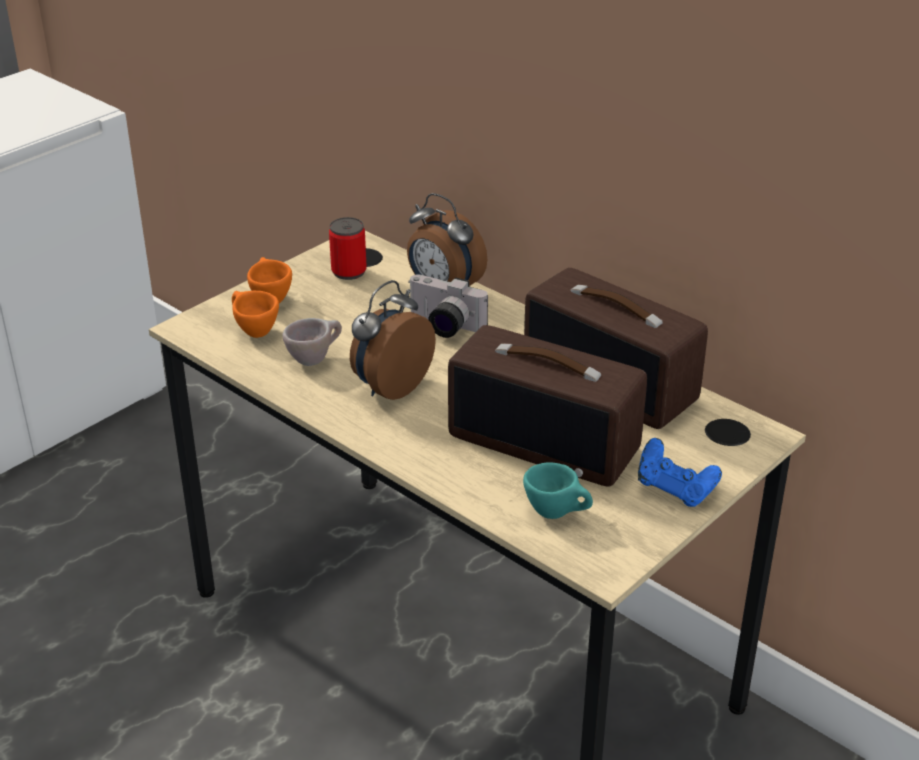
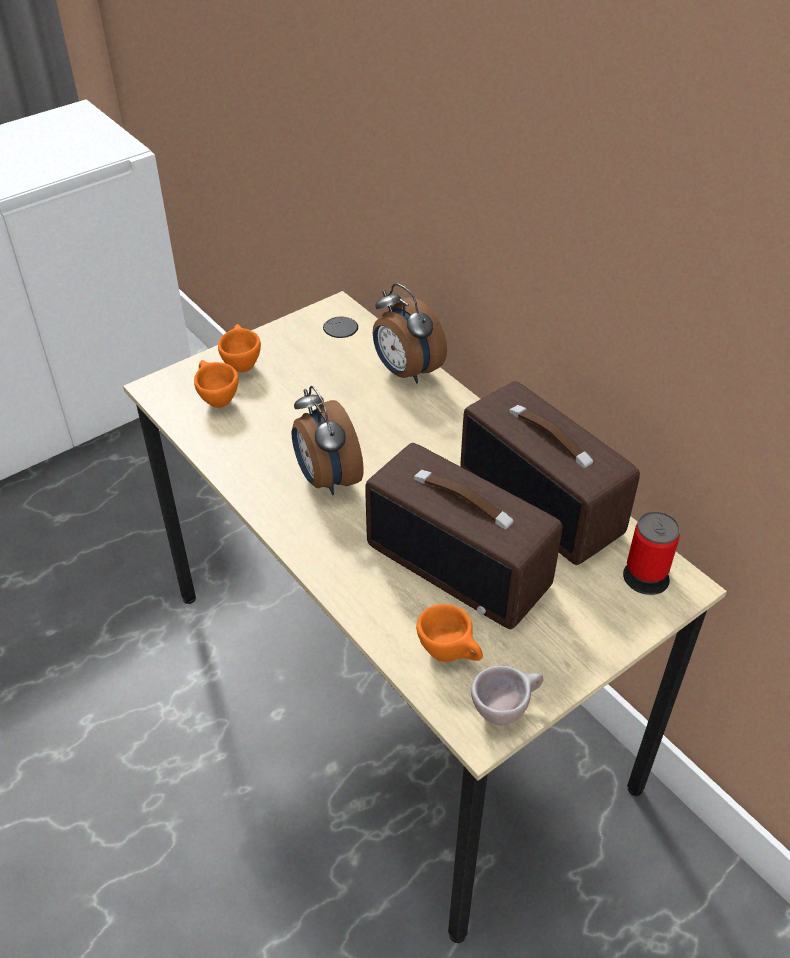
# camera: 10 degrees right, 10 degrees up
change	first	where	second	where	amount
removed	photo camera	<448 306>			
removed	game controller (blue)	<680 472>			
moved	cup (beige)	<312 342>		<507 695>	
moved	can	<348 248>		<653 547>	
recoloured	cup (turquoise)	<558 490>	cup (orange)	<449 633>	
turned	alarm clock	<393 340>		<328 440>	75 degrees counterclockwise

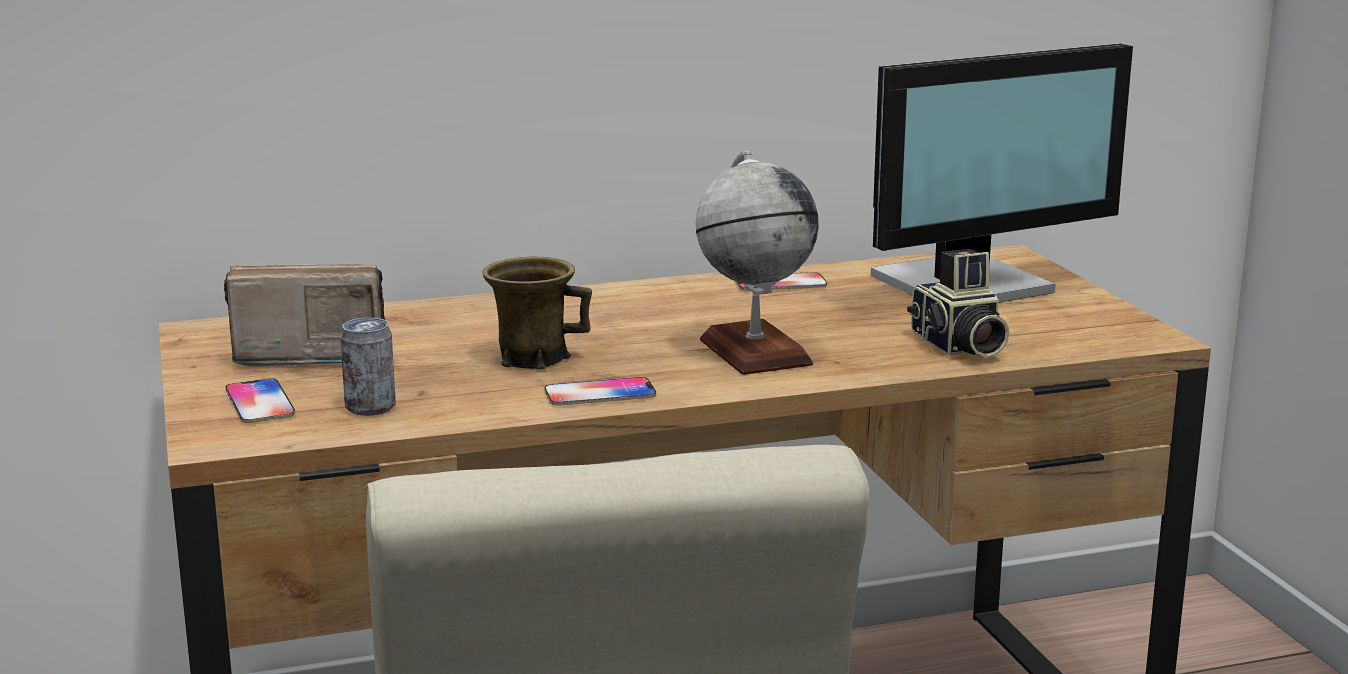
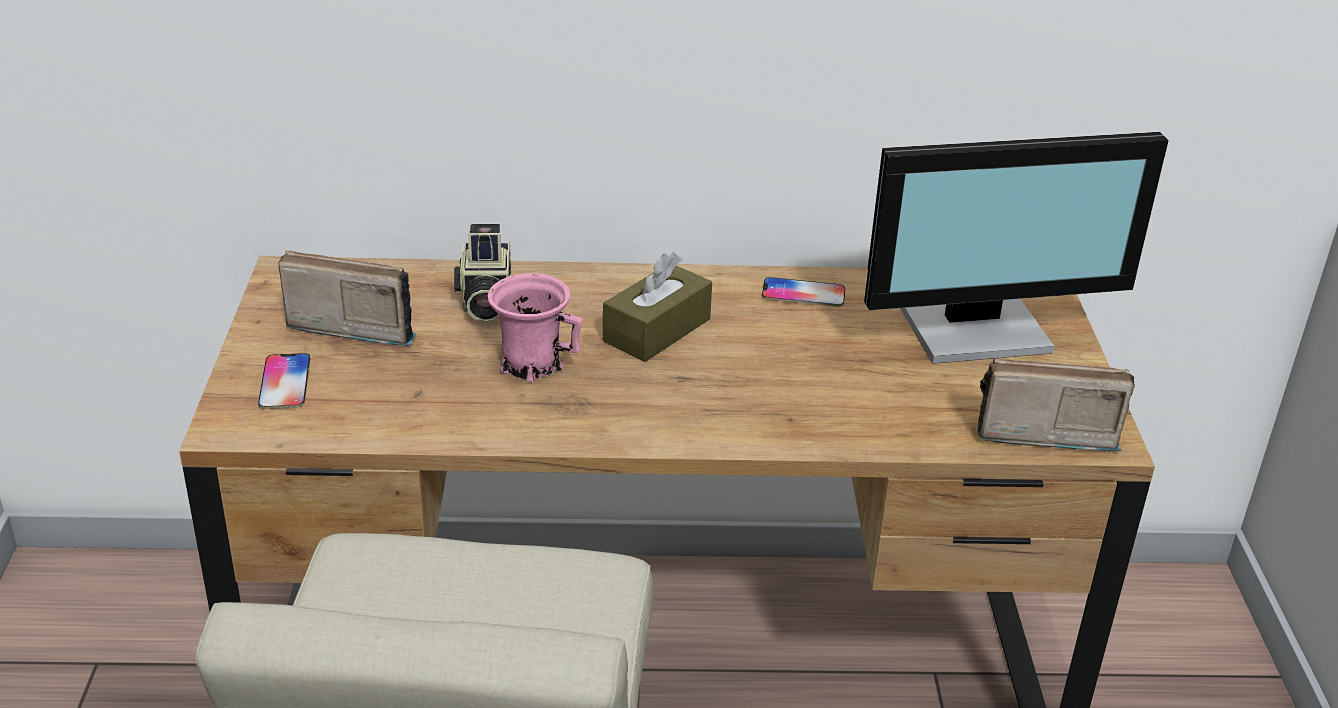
# camera: 15 degrees right, 15 degrees up
change	first	where	second	where	amount
removed	can	<368 367>			
removed	phone	<600 391>			
removed	globe	<757 263>			
added			tissue box (brown)	<657 307>	
added			radio	<1055 404>	
moved	photo camera	<958 303>		<483 273>	
recoloured	mug (brown)	<537 313>	mug (pink)	<535 327>	

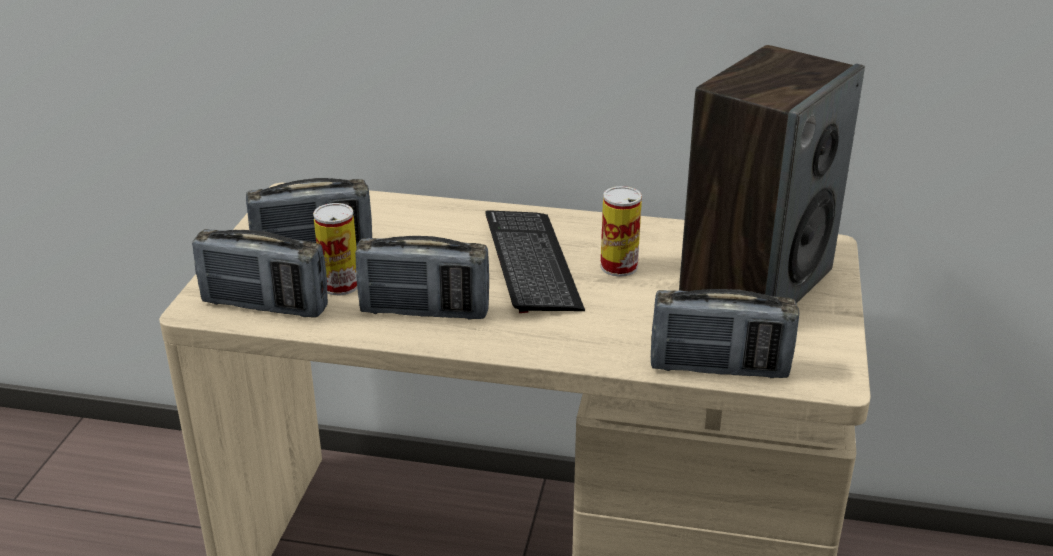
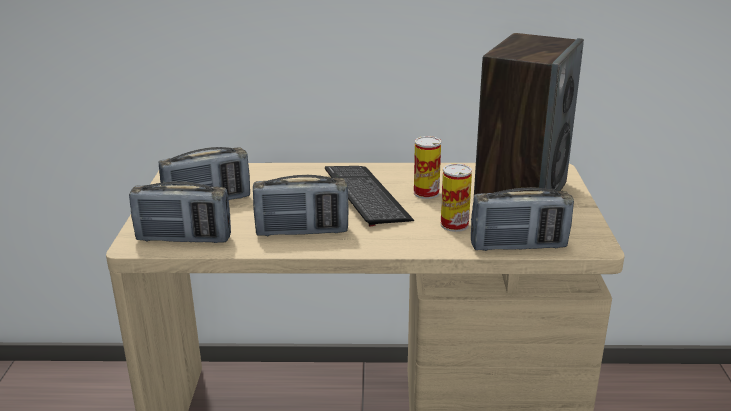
# camera: 10 degrees left, 5 degrees down
change	first	where	second	where	amount
moved	can	<335 249>		<456 198>	

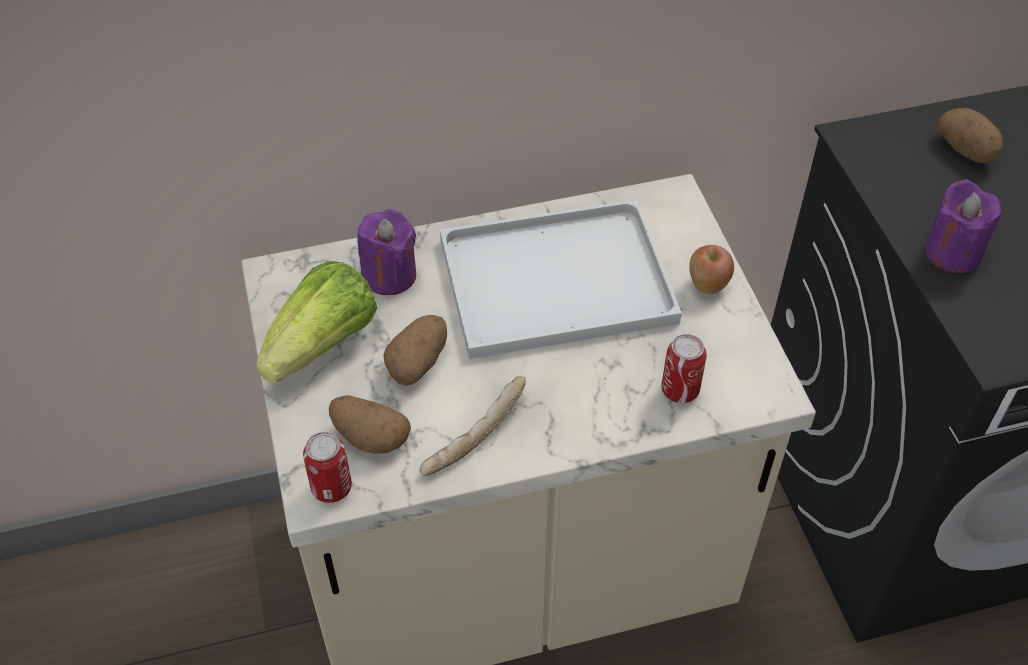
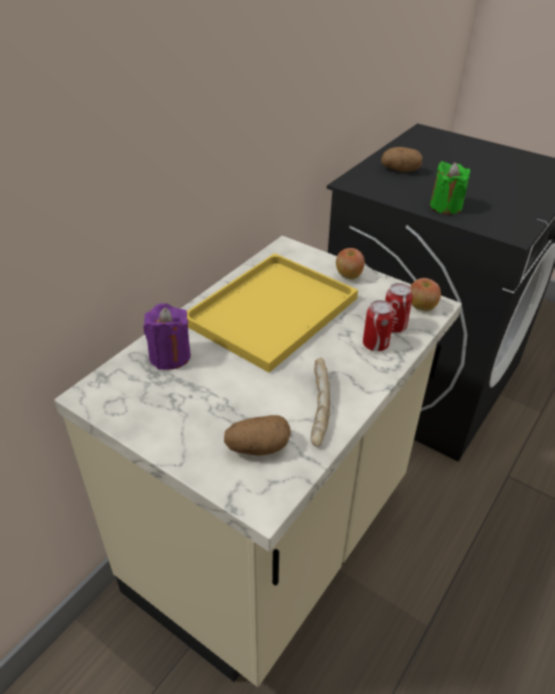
# camera: 40 degrees left, 10 degrees down
change	first	where	second	where	amount
removed	lettuce	<317 322>			
removed	potato	<415 350>			
added			apple	<425 294>	
moved	can	<327 467>		<378 325>	
recoloured	tray (white)	<561 279>	tray (yellow)	<272 313>	
recoloured	candle (purple)	<963 226>	candle (green)	<450 188>	

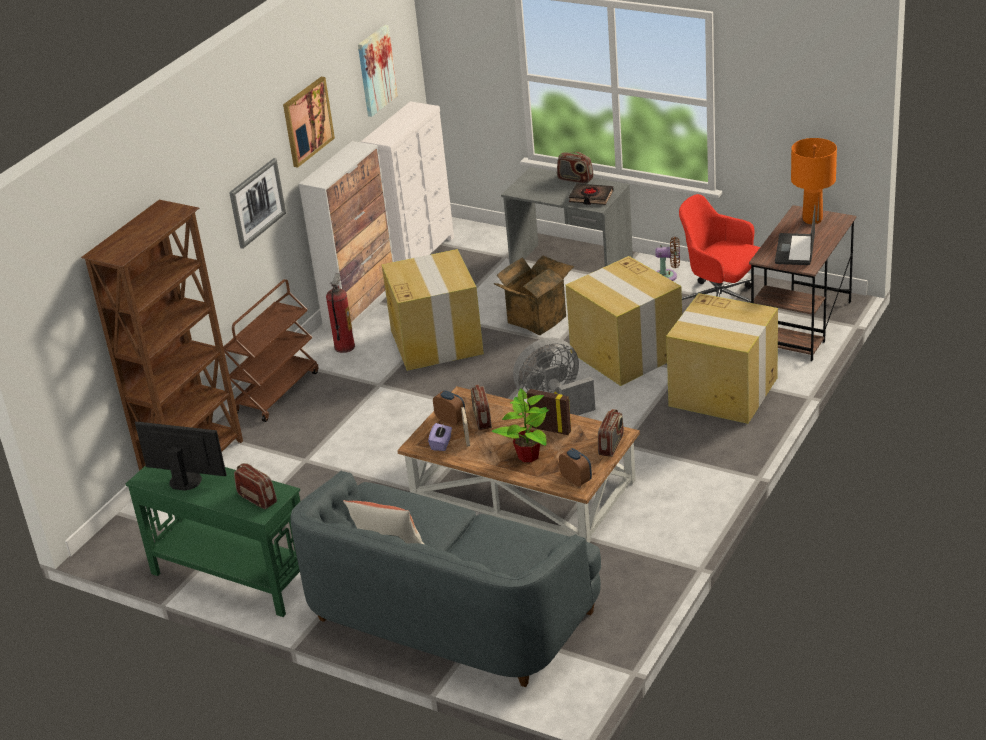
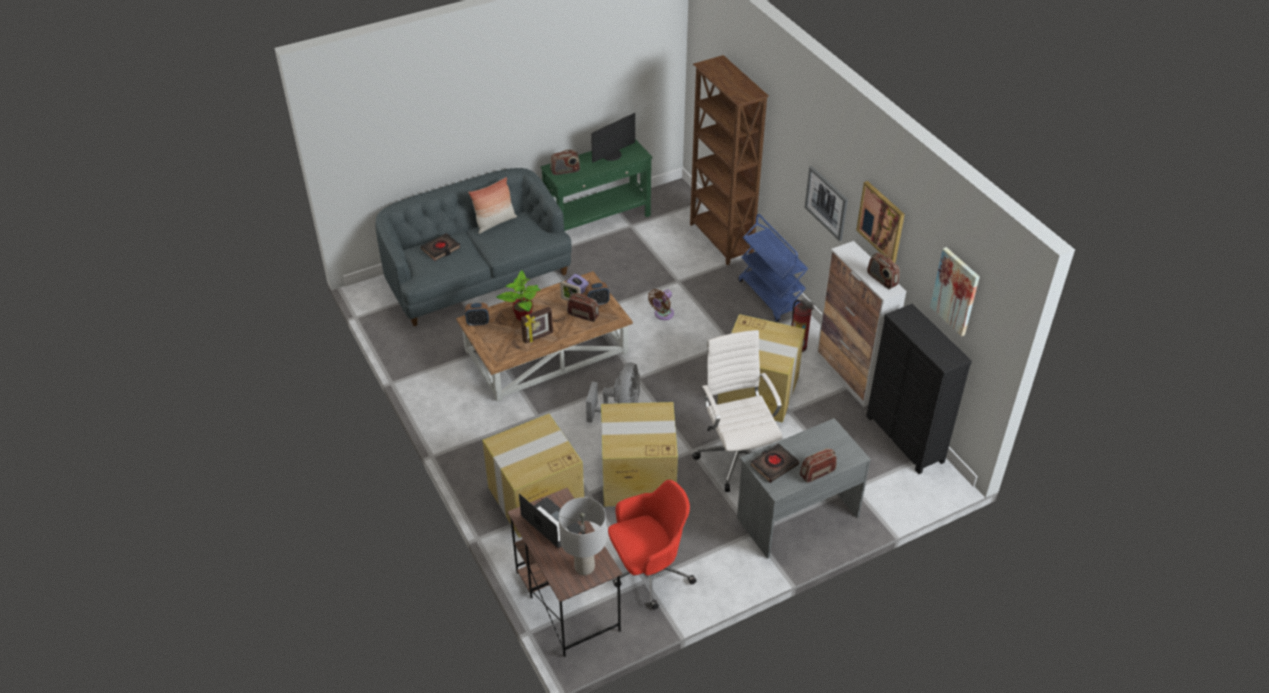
# camera: 120 degrees right, 10 degrees up
change	first	where	second	where	amount
added			book (black)	<440 247>	
moved	radio	<611 433>		<883 271>	
moved	fan (brown)	<667 258>		<661 304>	
replaced	cardboard box	<534 295>	office chair (white)	<737 411>	
recoloured	cart (brown)	<270 350>	cart (blue)	<773 268>	
recoloured	dresser (white)	<407 181>	dresser (black)	<919 389>	
recoloured	table lamp (orange)	<814 181>	table lamp (grey)	<582 536>	

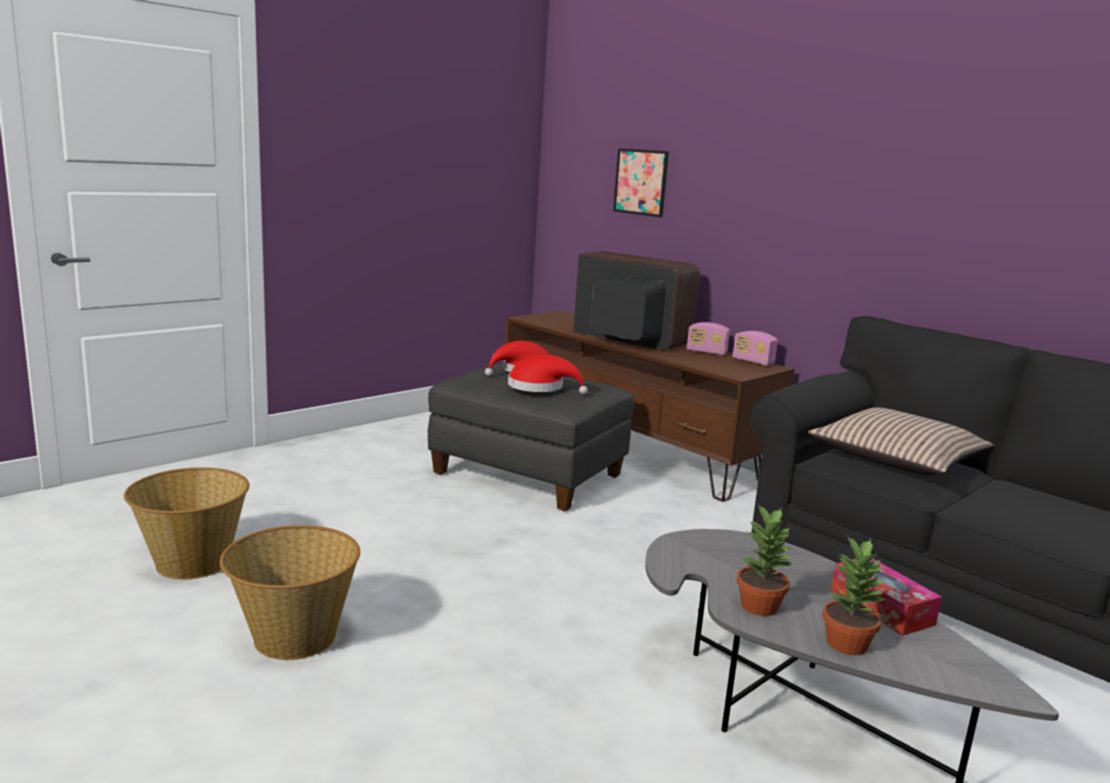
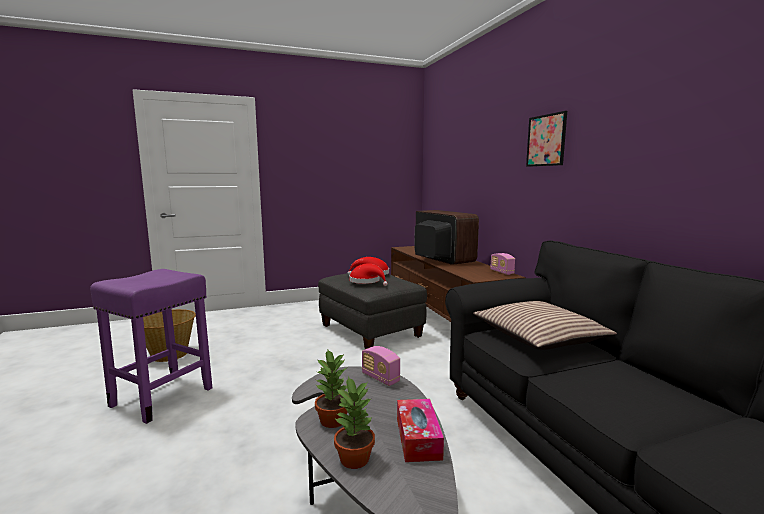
# camera: 25 degrees right, 5 degrees down
change	first	where	second	where	amount
moved	picture	<641 182>		<546 139>	
moved	radio	<708 338>		<381 366>	
replaced	basket	<290 592>	stool (purple)	<151 346>	

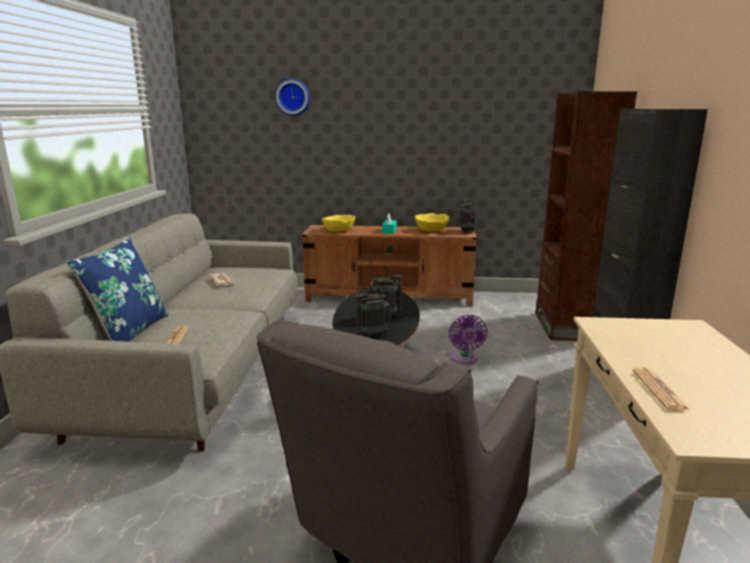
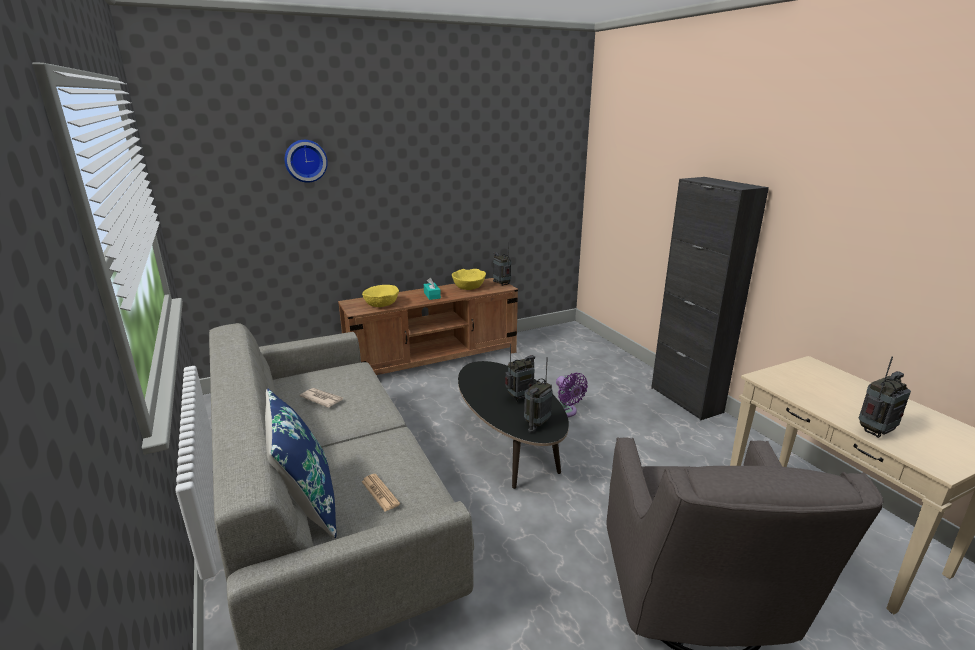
# camera: 30 degrees left, 5 degrees up
change	first	where	second	where	amount
removed	bookcase (brown)	<586 216>			
replaced	newspaper	<661 389>	radio	<885 397>	

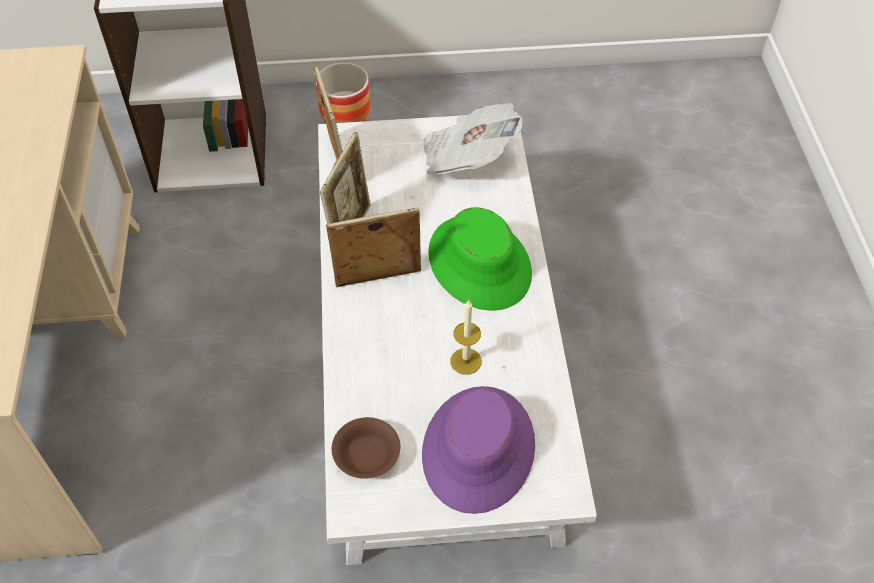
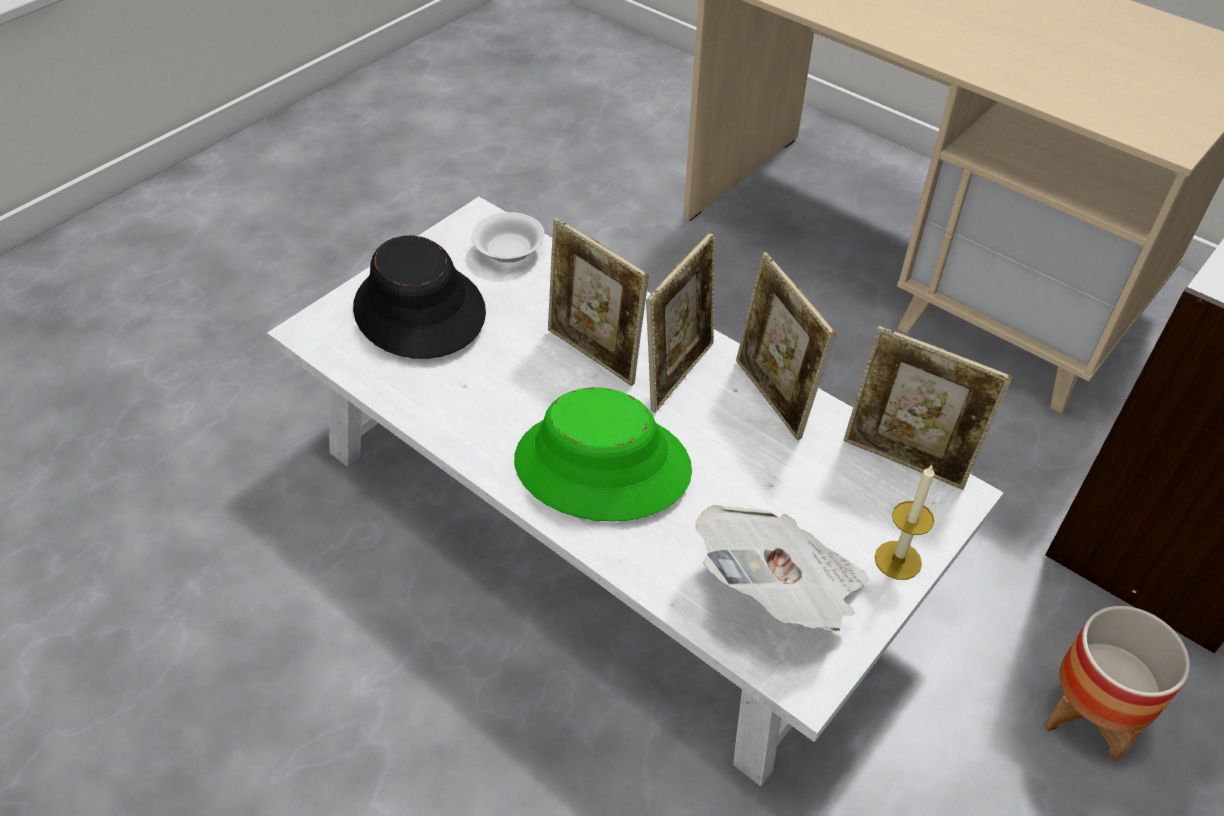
# camera: 135 degrees right, 5 degrees down
change	first	where	second	where	amount
added			picture frame	<598 302>	
moved	candle	<466 337>		<905 522>	
recoloured	bowl (brown)	<366 448>	bowl (white)	<508 237>	
recoloured	hat (purple)	<478 450>	hat (black)	<419 297>	

